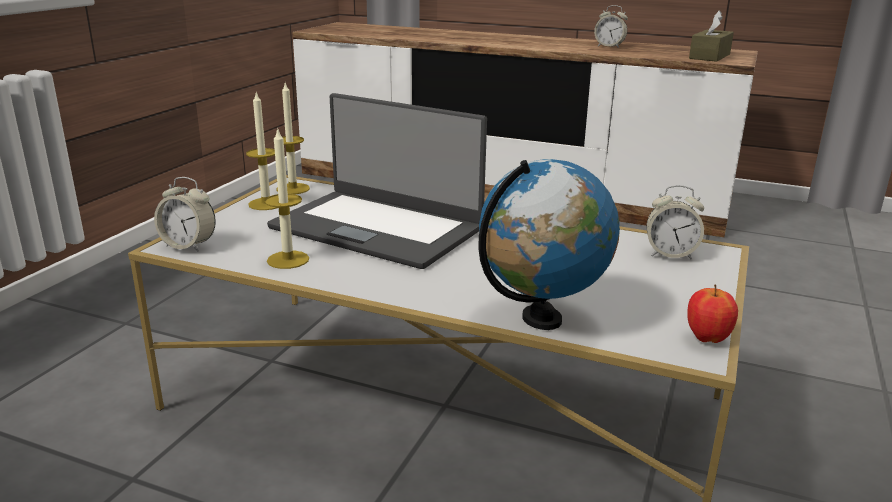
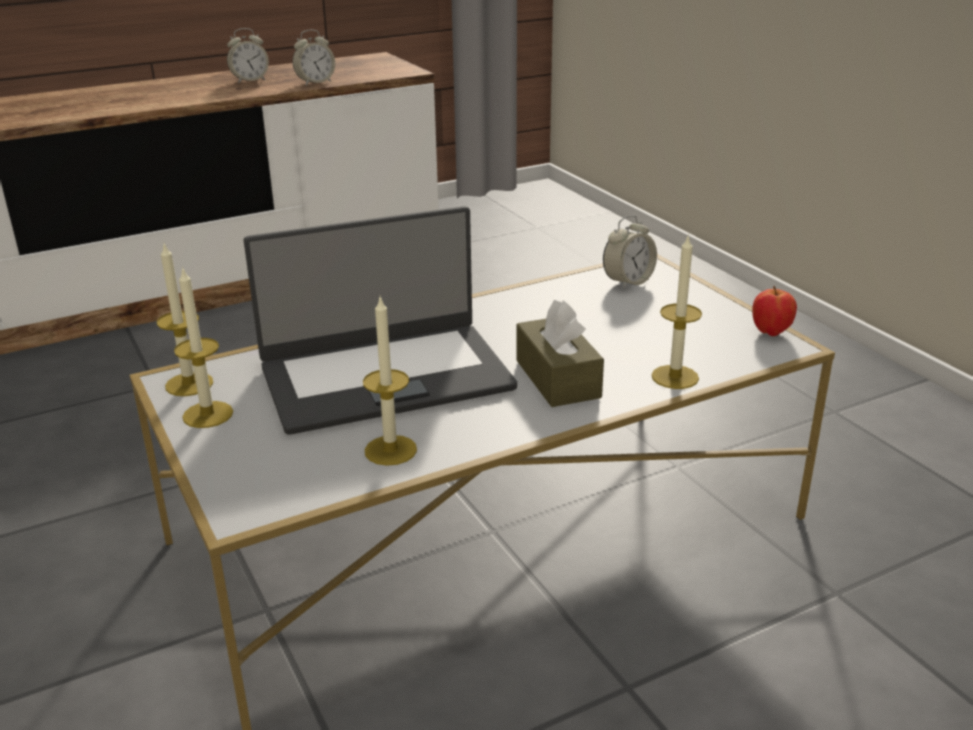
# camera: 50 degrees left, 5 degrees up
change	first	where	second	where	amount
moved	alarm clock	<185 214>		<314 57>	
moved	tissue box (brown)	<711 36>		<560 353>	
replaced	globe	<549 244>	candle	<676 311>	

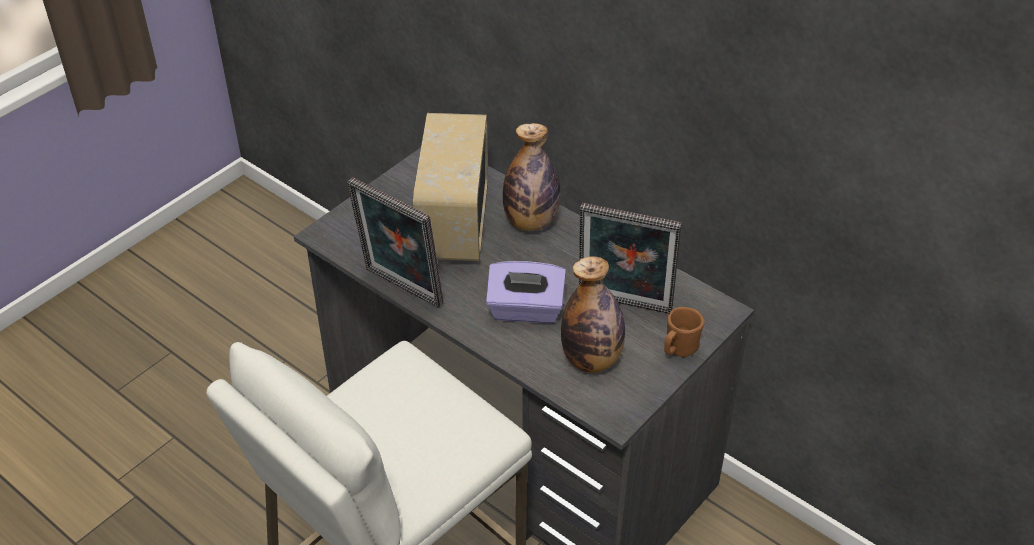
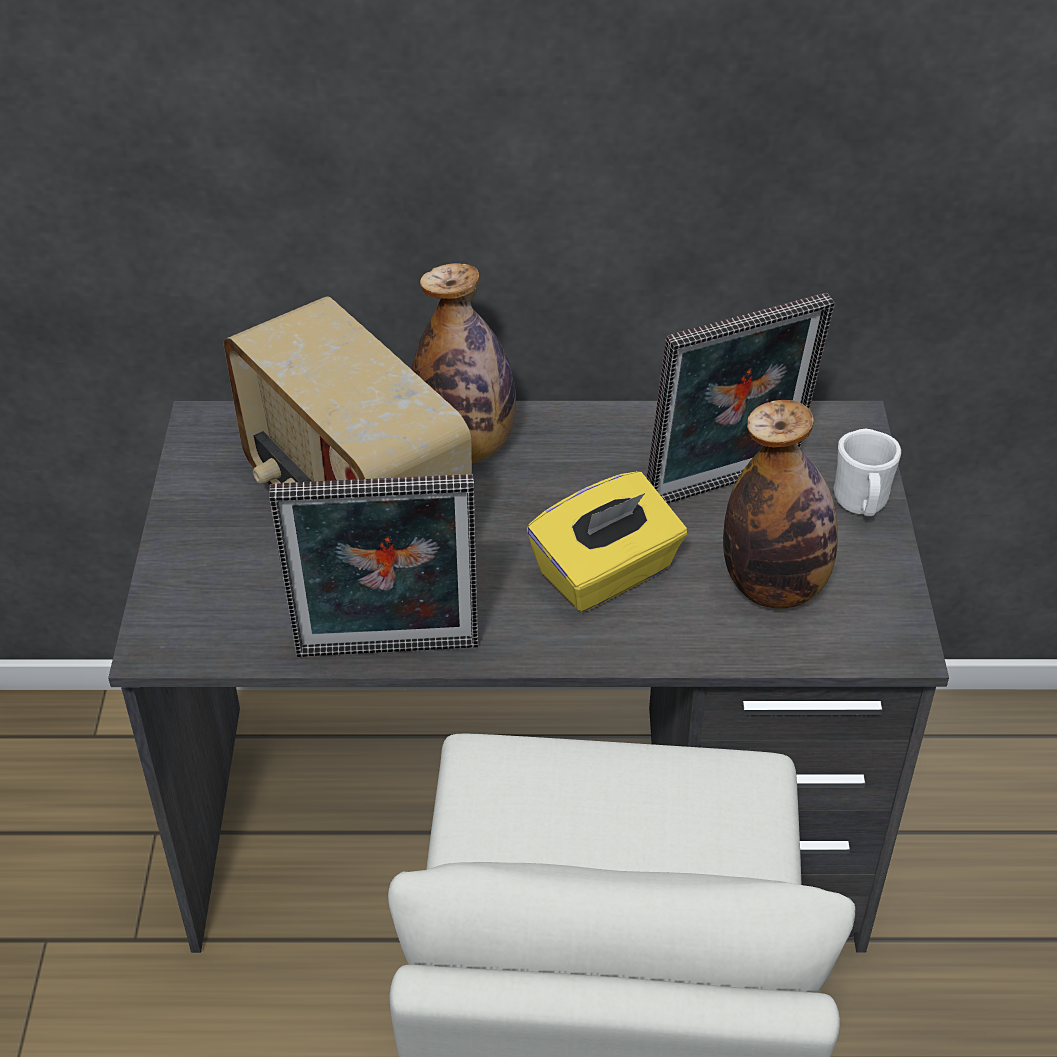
# camera: 40 degrees left, 0 degrees up
change	first	where	second	where	amount
recoloured	tissue box (purple)	<526 292>	tissue box (yellow)	<607 541>	
recoloured	mug (brown)	<684 332>	mug (white)	<867 472>	

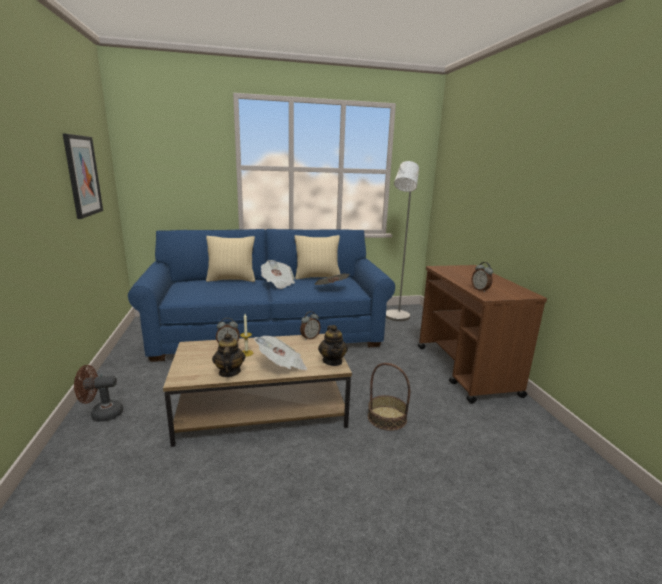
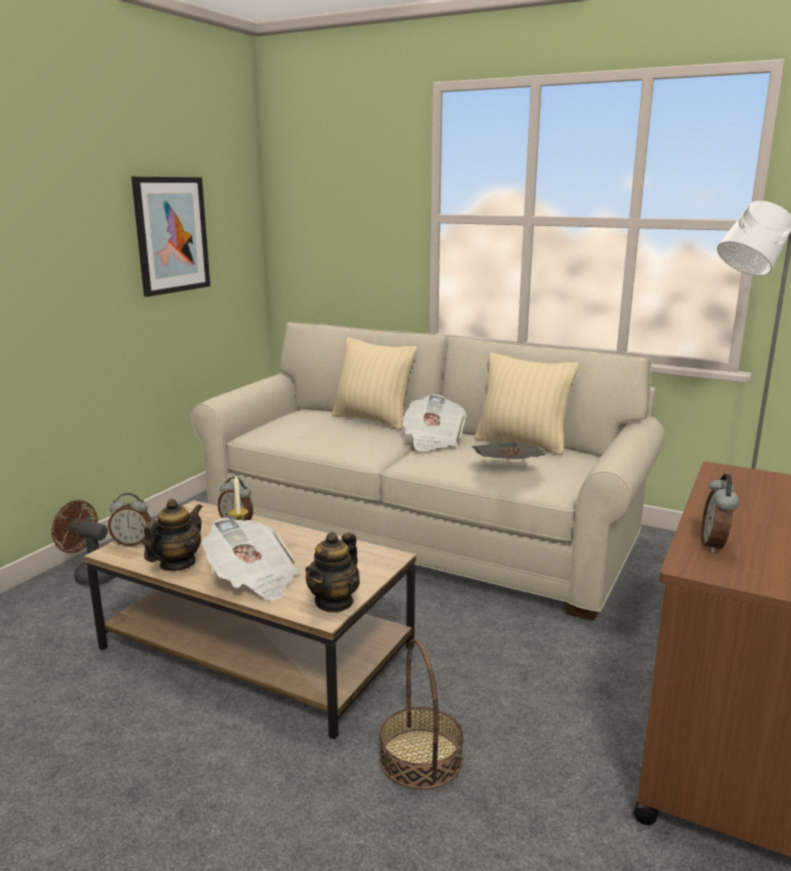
# camera: 40 degrees right, 0 degrees up
change	first	where	second	where	amount
moved	alarm clock	<310 325>		<129 519>	
recoloured	sofa (blue)	<261 295>	sofa (beige)	<428 471>	

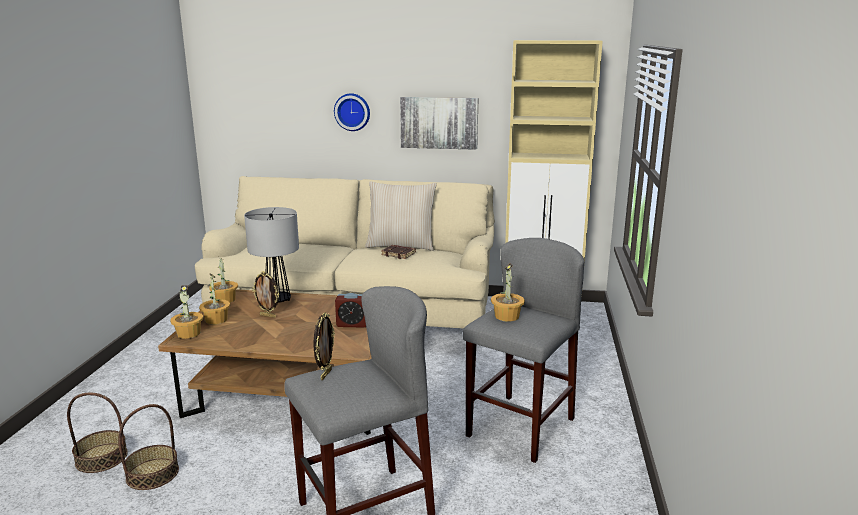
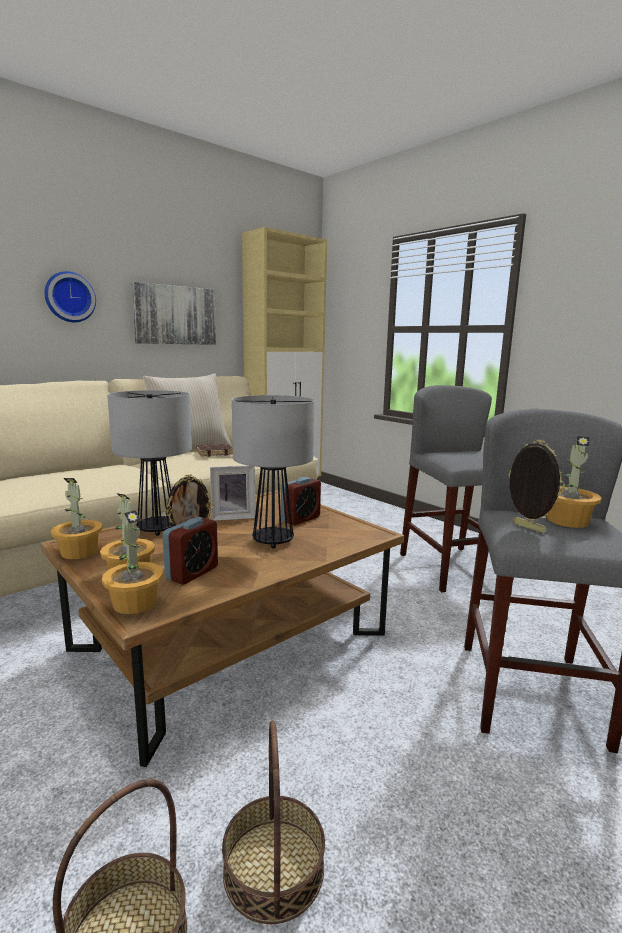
# camera: 50 degrees left, 5 degrees down
change	first	where	second	where	amount
added			alarm clock	<190 550>	
added			picture frame	<233 493>	
added			table lamp	<273 471>	
moved	potted plant	<508 293>		<574 482>	

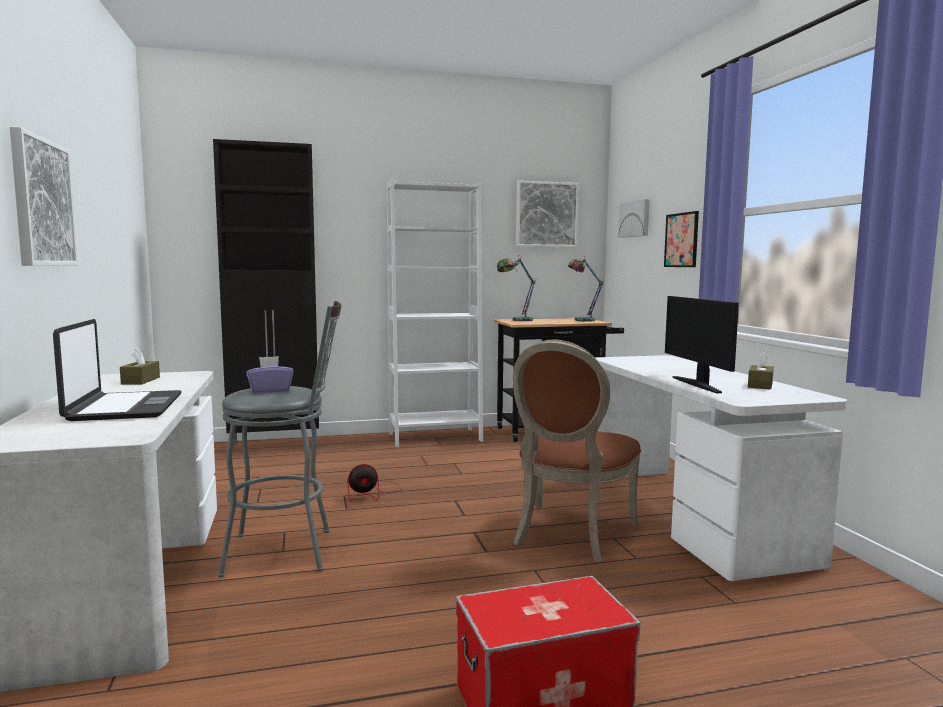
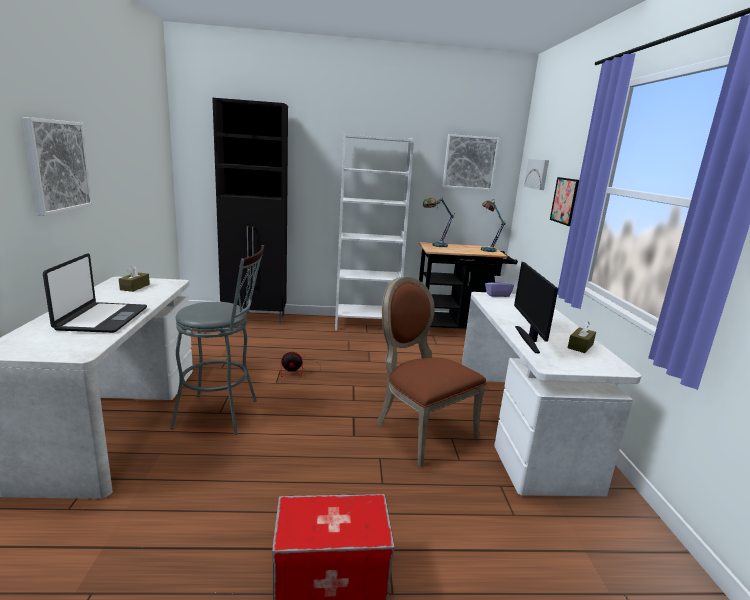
# camera: 10 degrees right, 10 degrees up
change	first	where	second	where	amount
moved	tissue box (purple)	<270 374>		<499 286>	
turned	chair (brown)	<577 451>		<431 372>	105 degrees clockwise

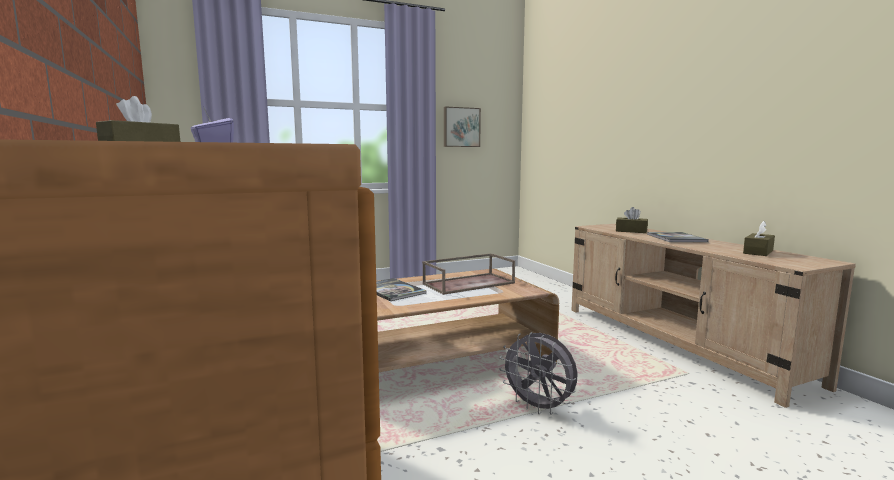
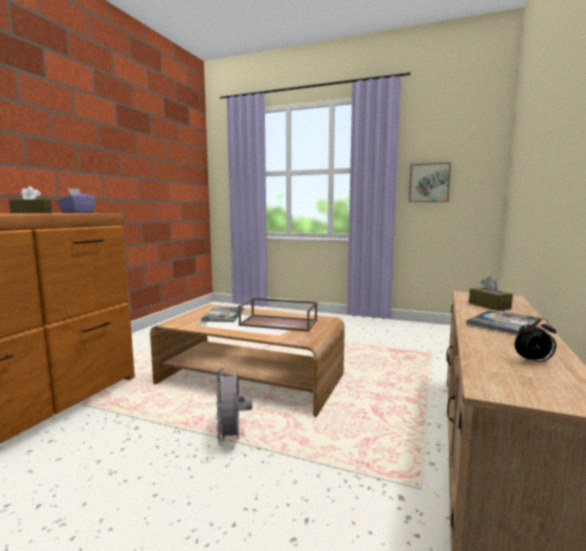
# camera: 45 degrees right, 0 degrees up
change	first	where	second	where	amount
replaced	tissue box (brown)	<759 238>	alarm clock	<535 340>	

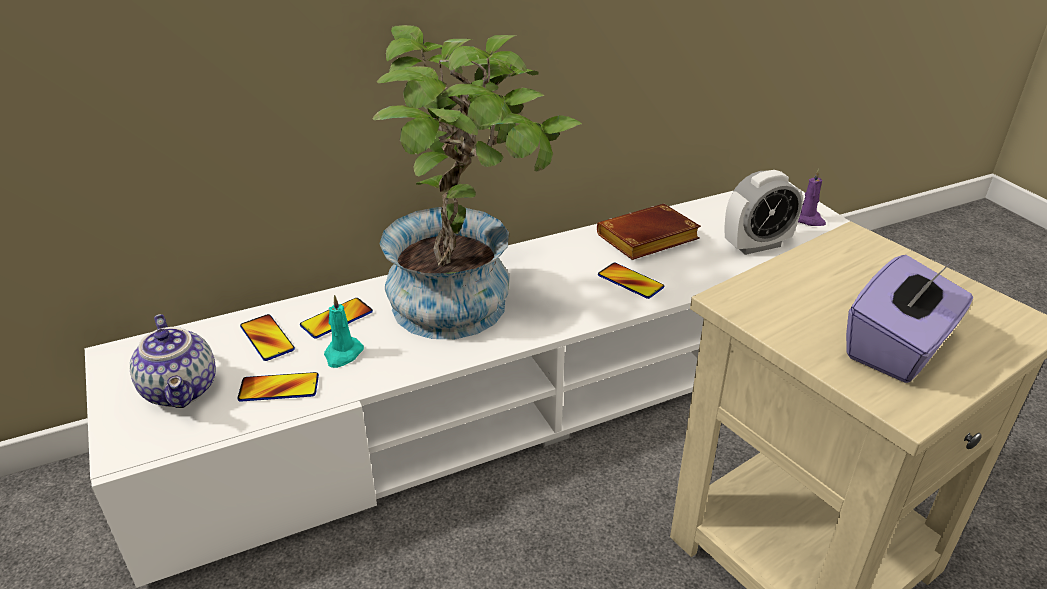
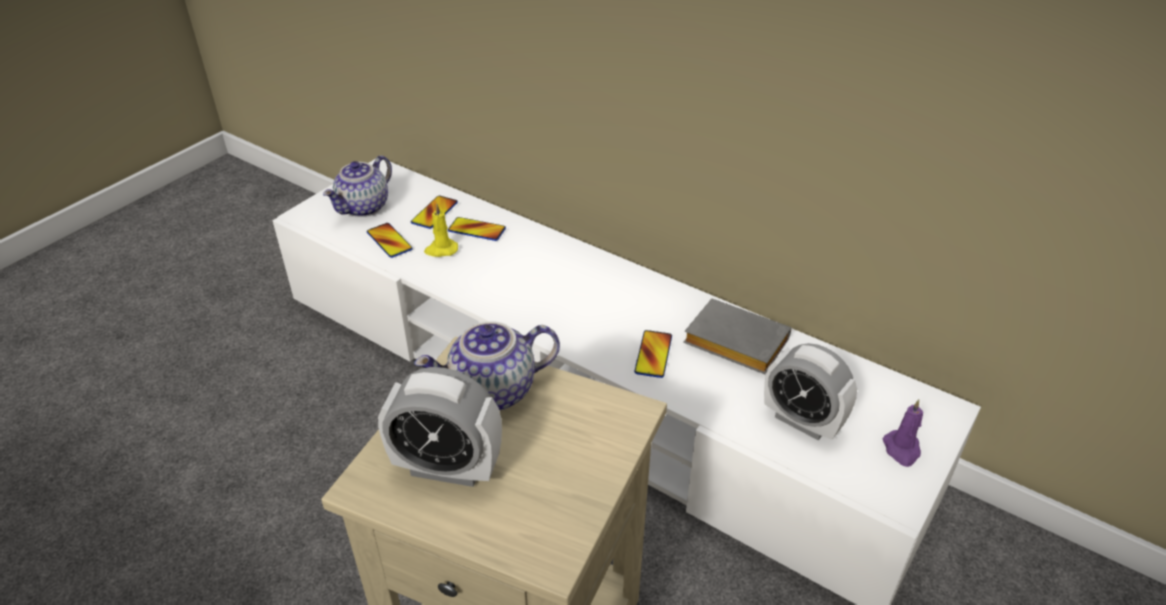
# camera: 60 degrees right, 5 degrees up
change	first	where	second	where	amount
removed	potted plant	<477 182>			
added			teapot	<487 366>	
replaced	tissue box (purple)	<909 319>	alarm clock	<440 427>	
recoloured	candle (turquoise)	<344 331>	candle (yellow)	<441 230>	
recoloured	book (brown)	<649 232>	book (grey)	<737 336>	

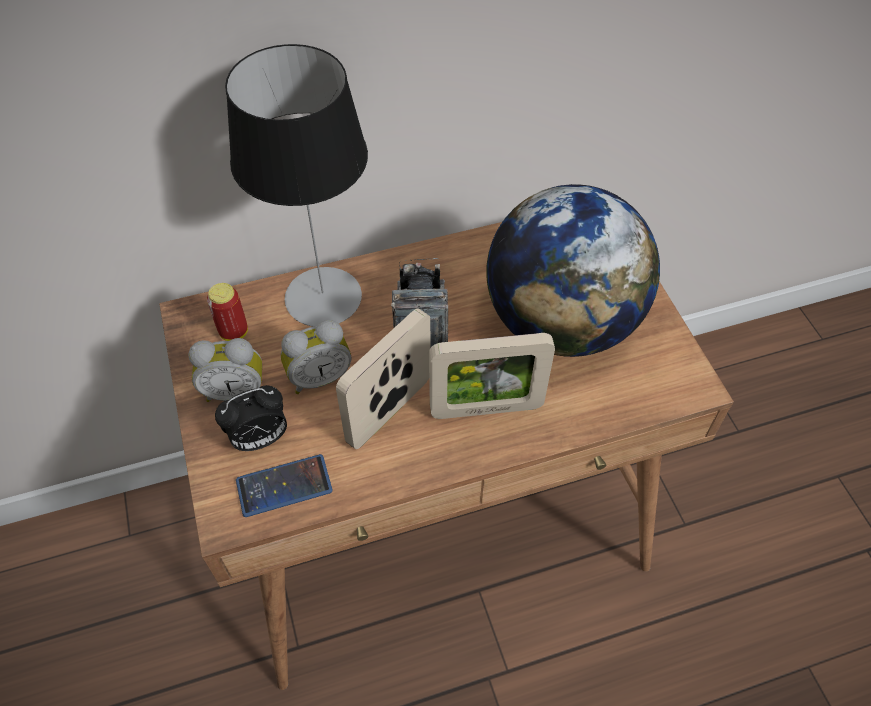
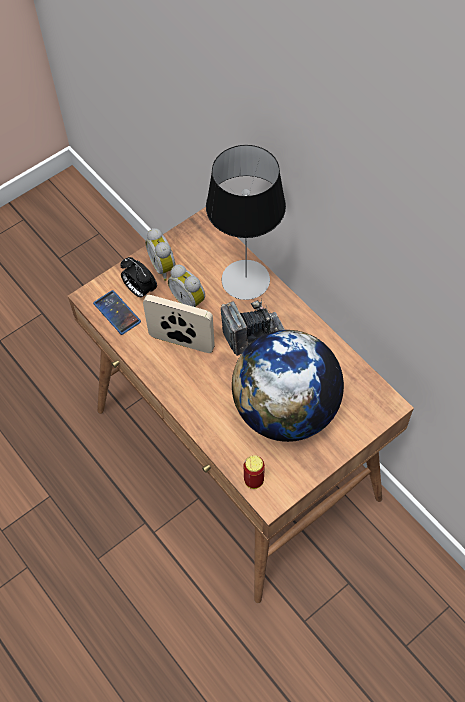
# camera: 70 degrees right, 5 degrees up
change	first	where	second	where	amount
removed	picture frame	<492 376>			
moved	can	<227 312>		<254 472>	

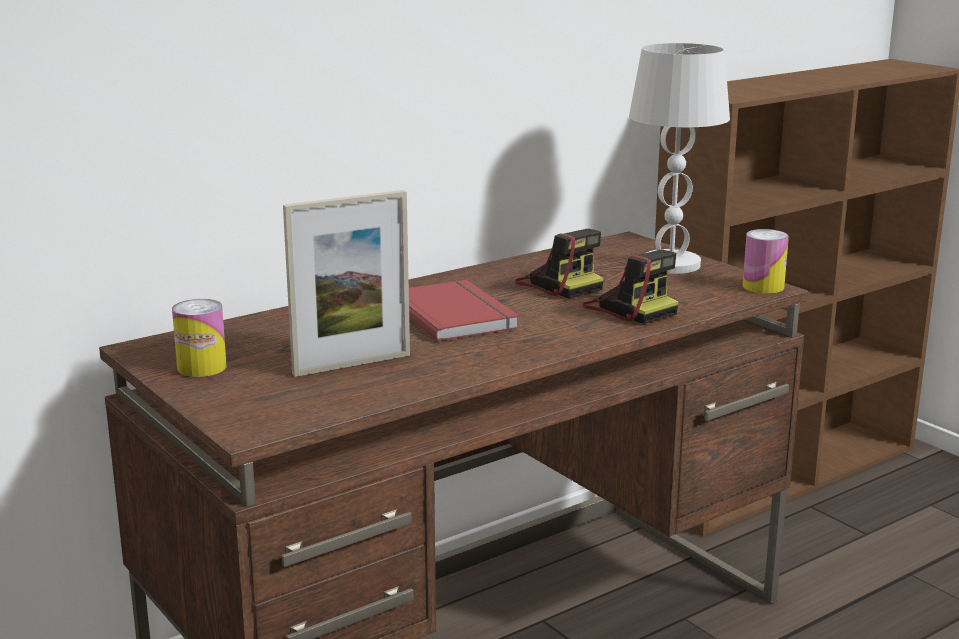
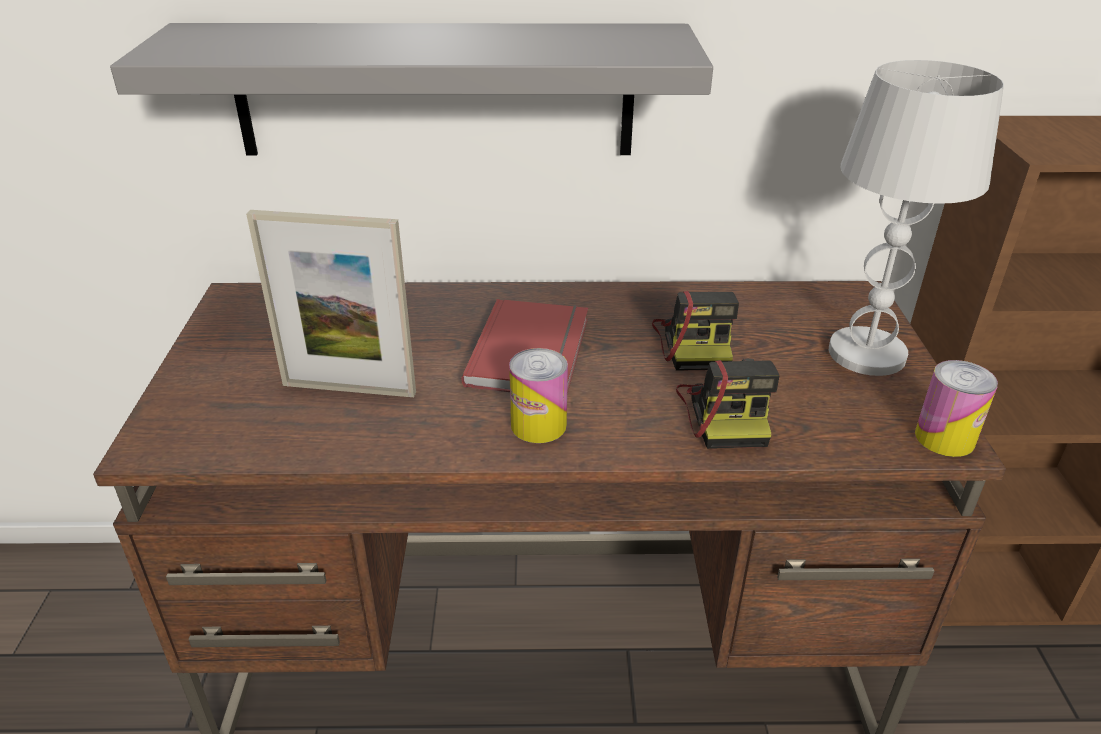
# camera: 35 degrees right, 15 degrees up
change	first	where	second	where	amount
added			shelf (grey)	<411 89>	
moved	can	<199 338>		<538 395>	

